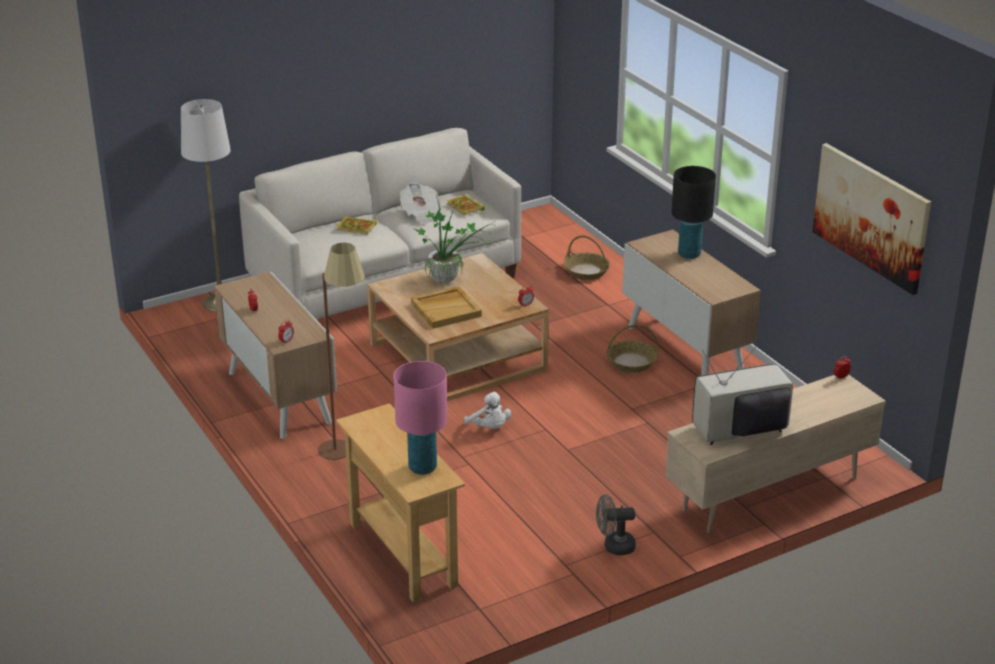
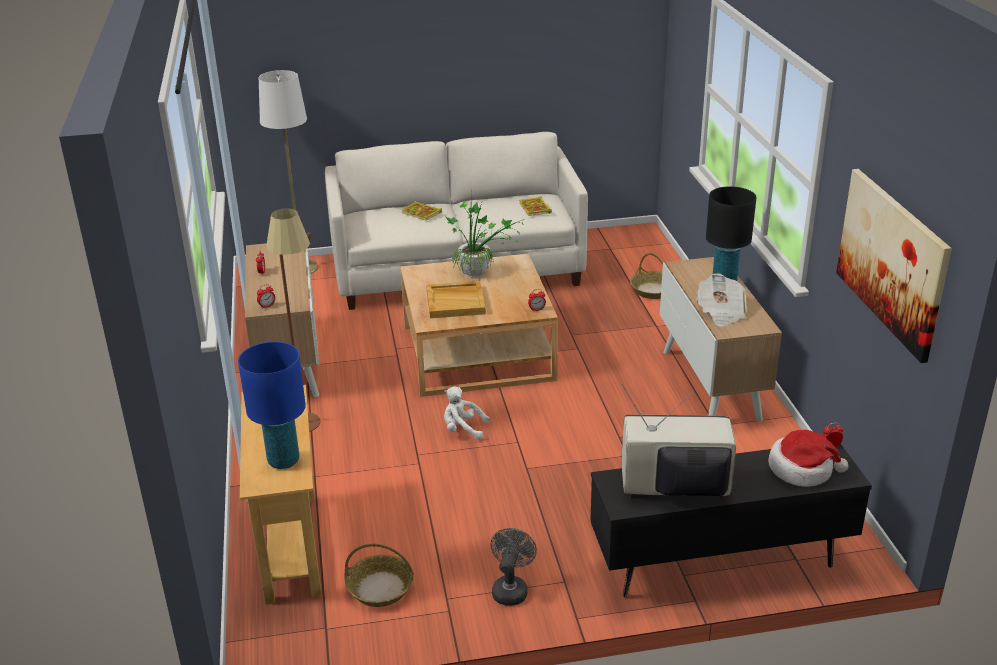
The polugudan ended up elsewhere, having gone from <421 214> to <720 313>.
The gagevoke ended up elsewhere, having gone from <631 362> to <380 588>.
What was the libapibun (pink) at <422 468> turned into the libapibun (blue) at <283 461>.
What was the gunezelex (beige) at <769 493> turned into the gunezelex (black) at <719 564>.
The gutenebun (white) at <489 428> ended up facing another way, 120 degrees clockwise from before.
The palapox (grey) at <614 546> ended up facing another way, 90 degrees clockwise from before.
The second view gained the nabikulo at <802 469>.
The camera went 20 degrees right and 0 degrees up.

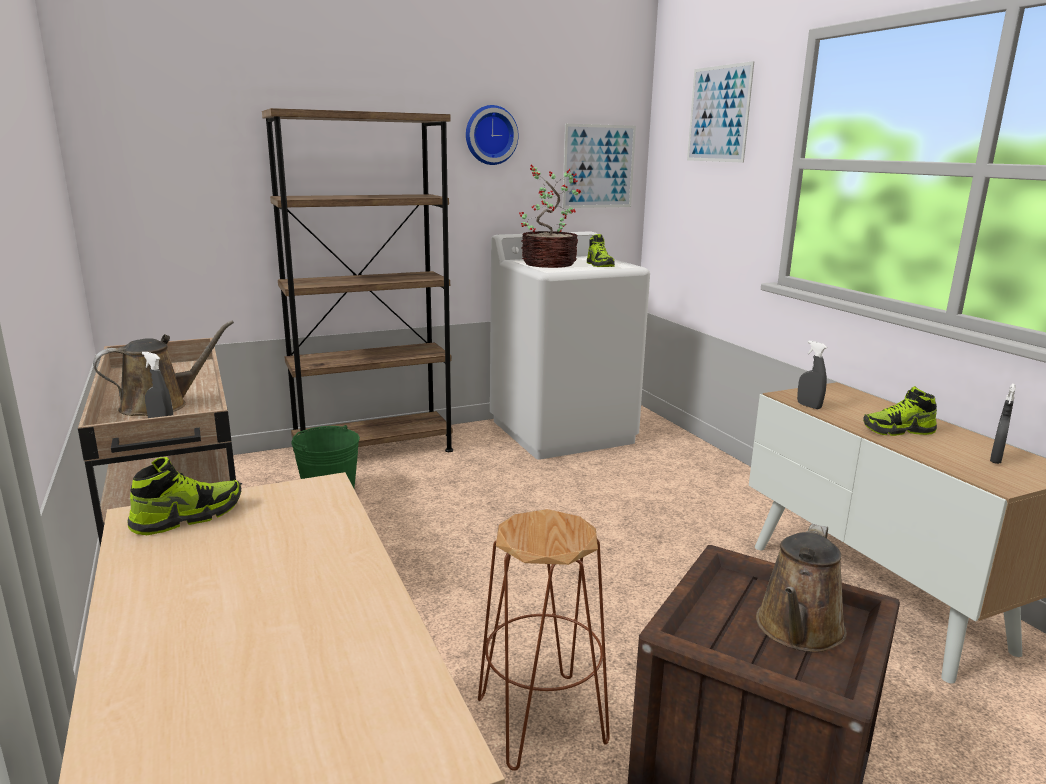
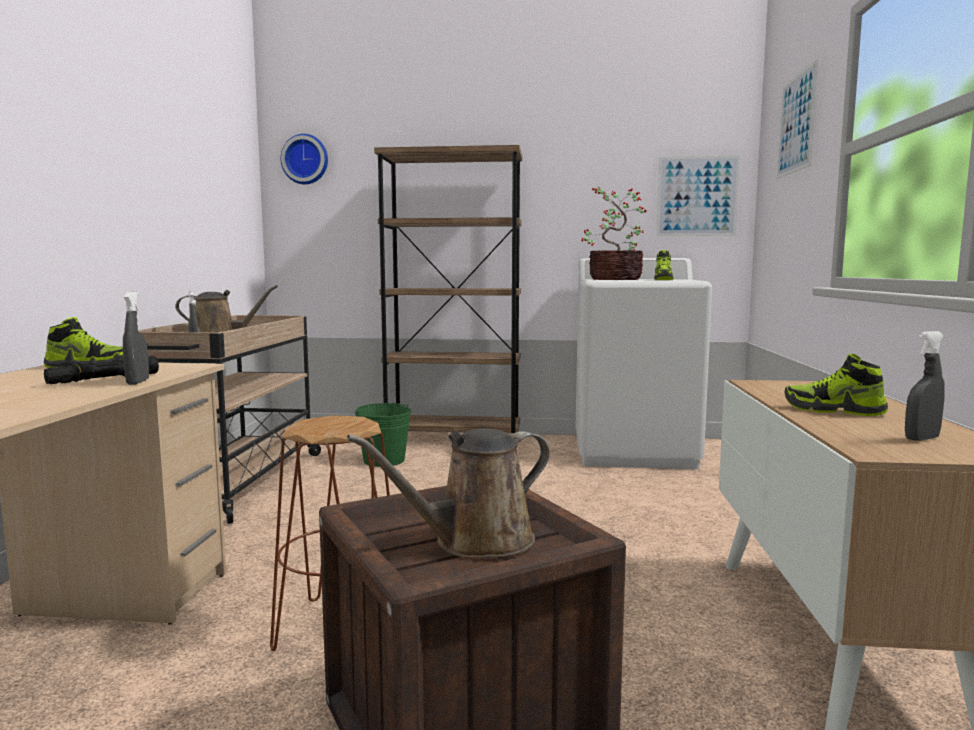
The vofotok ended up elsewhere, having gone from <490 135> to <305 159>.
The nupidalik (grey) ended up elsewhere, having gone from <809 406> to <138 382>.
The second view gained the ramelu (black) at <104 380>.
The camera went 30 degrees right and 10 degrees down.

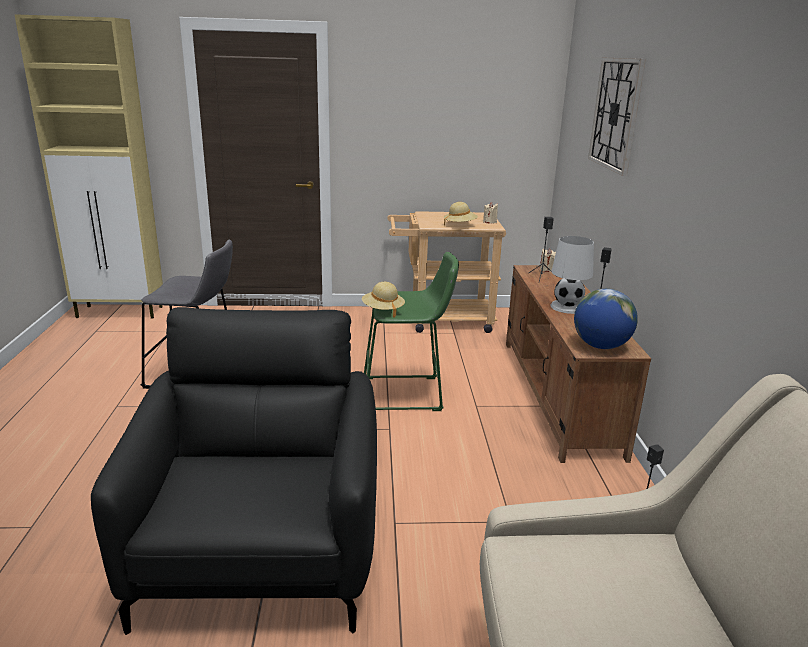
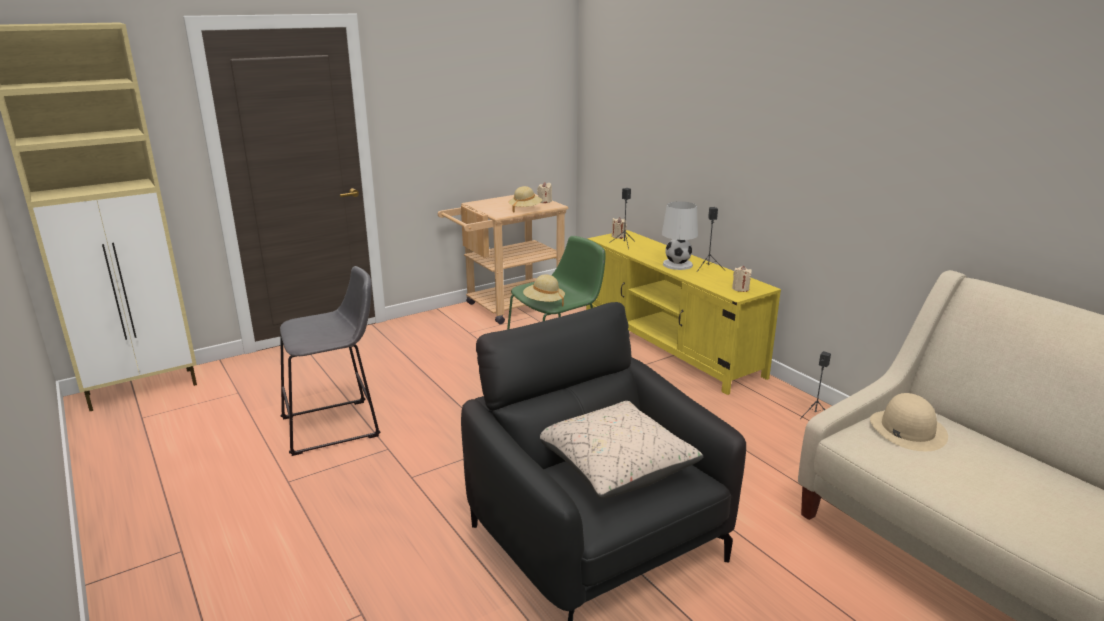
The second view lost the vofotok at <616 114>.
What was the gunezelex (brown) at <558 394> turned into the gunezelex (yellow) at <669 344>.
Where the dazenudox stood at <601 346>, the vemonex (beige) came to stand at <740 289>.
The second view gained the nabikulo (beige) at <907 429>.
The second view gained the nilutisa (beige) at <614 466>.
The camera went 30 degrees left and 0 degrees up.

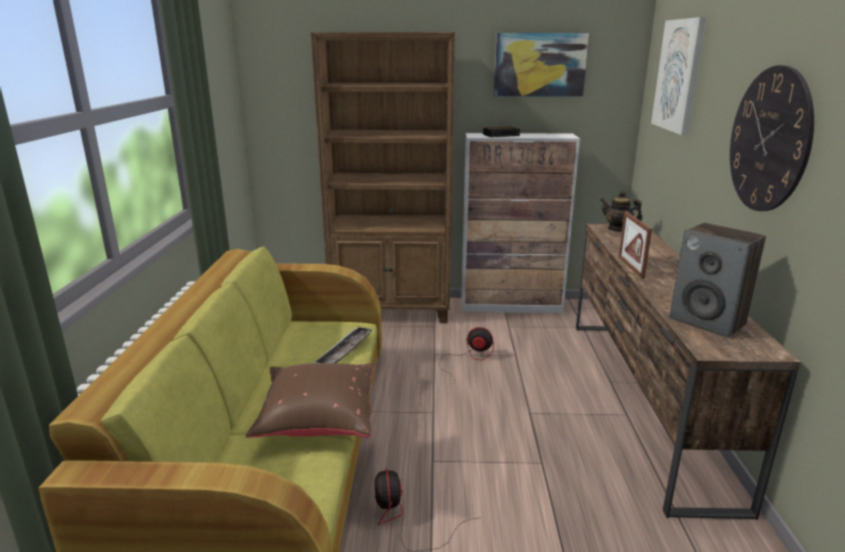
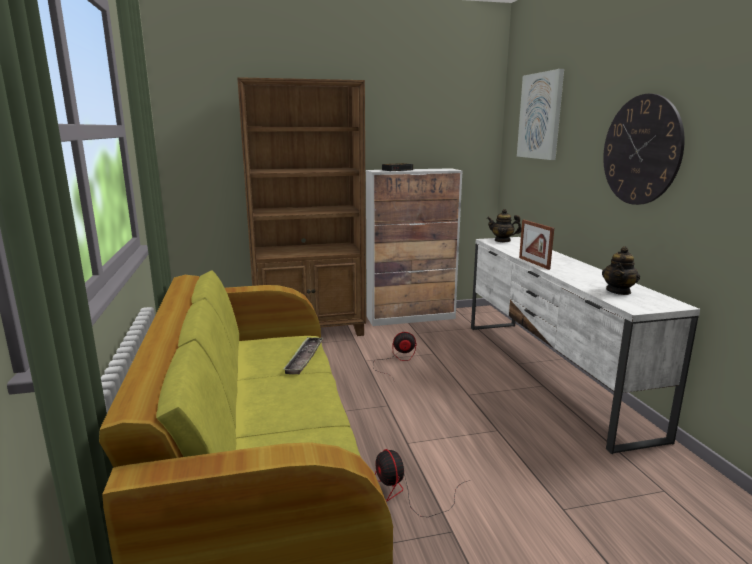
The second view lost the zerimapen at <539 65>.
Where the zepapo stood at <708 321>, the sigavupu came to stand at <618 291>.
What was the gunezelex (brown) at <643 400> turned into the gunezelex (white) at <549 373>.
The second view lost the nilutisa (brown) at <317 419>.
The camera went 15 degrees left and 5 degrees down.

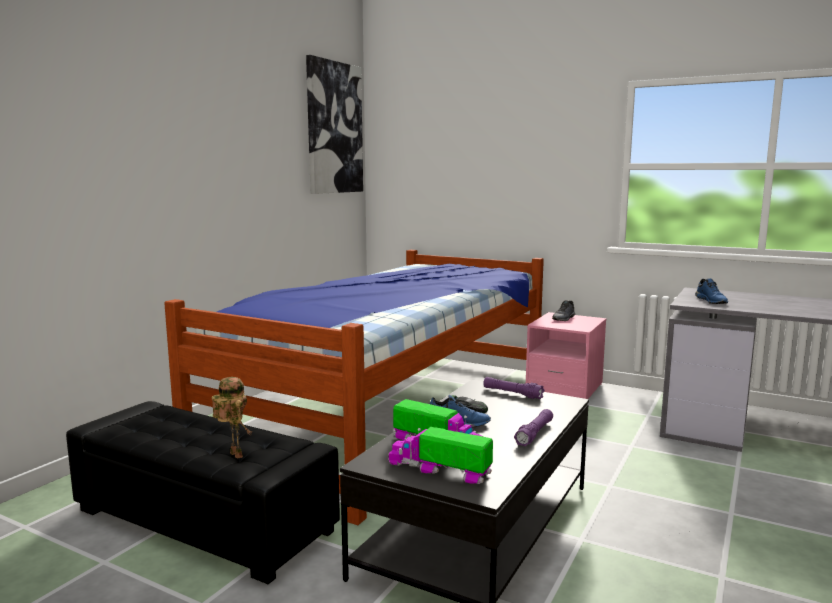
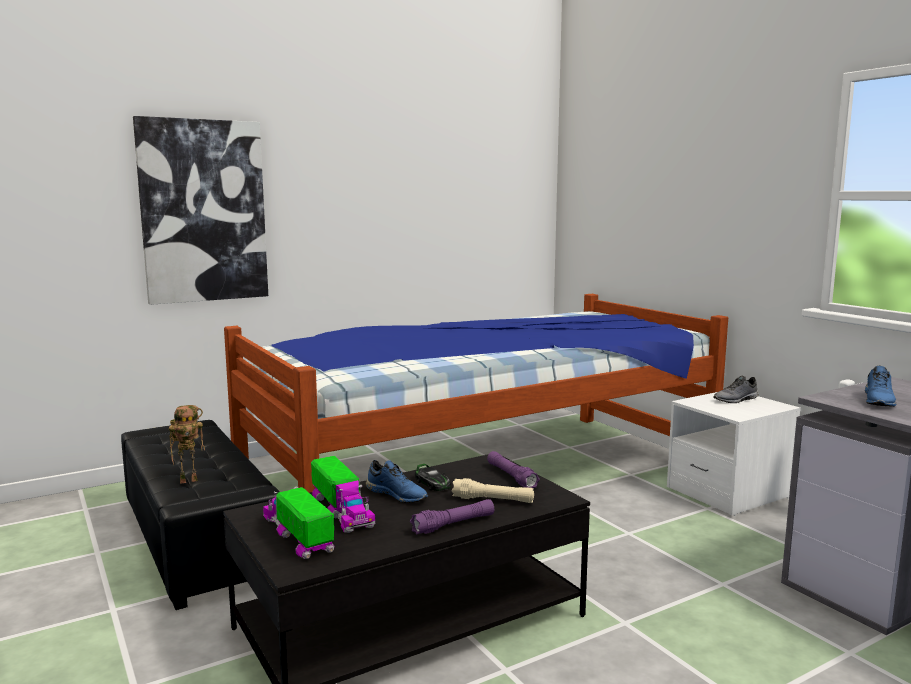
The zerimapen ended up elsewhere, having gone from <334 128> to <203 211>.
What was the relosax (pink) at <564 388> turned into the relosax (white) at <728 492>.
The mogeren at <233 455> ended up facing another way, 75 degrees clockwise from before.
The second view gained the ramelu (beige) at <493 500>.
The camera went 30 degrees right and 0 degrees up.

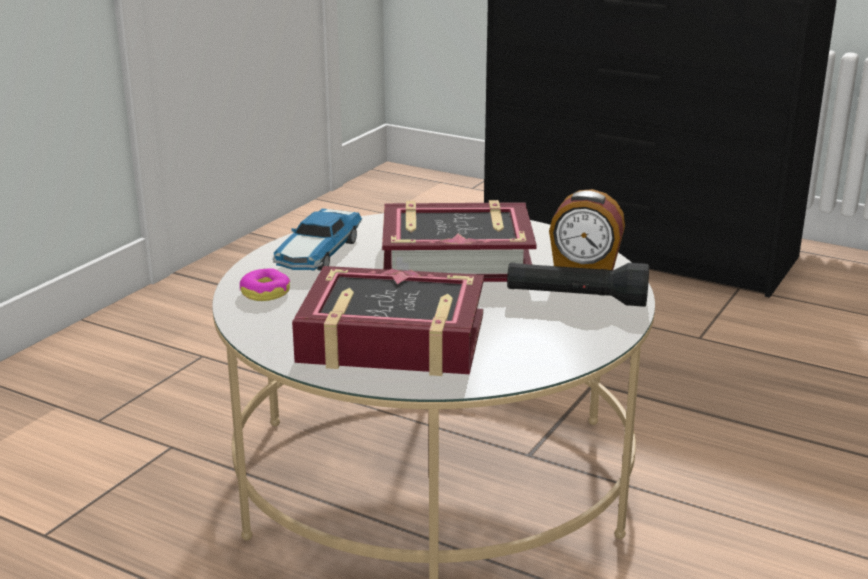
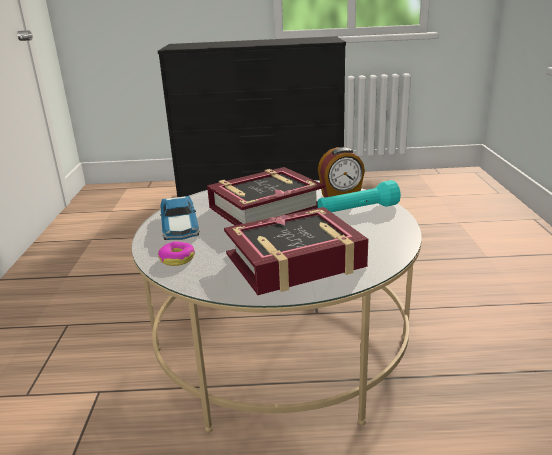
What was the ramelu (black) at <576 299> turned into the ramelu (turquoise) at <357 211>.
The camera went 30 degrees left and 0 degrees up.

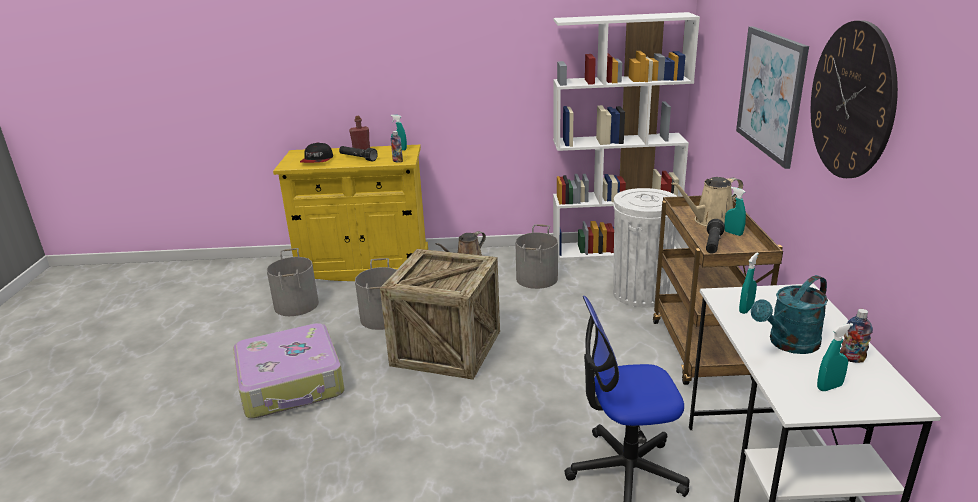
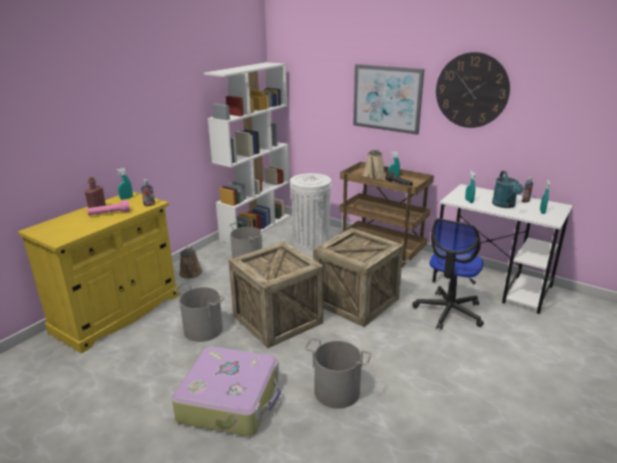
The second view lost the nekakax at <317 160>.
What was the ramelu (black) at <358 158> turned into the ramelu (pink) at <109 214>.
The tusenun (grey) ended up elsewhere, having gone from <297 305> to <337 391>.
The second view gained the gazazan at <356 301>.
The camera went 55 degrees left and 0 degrees up.

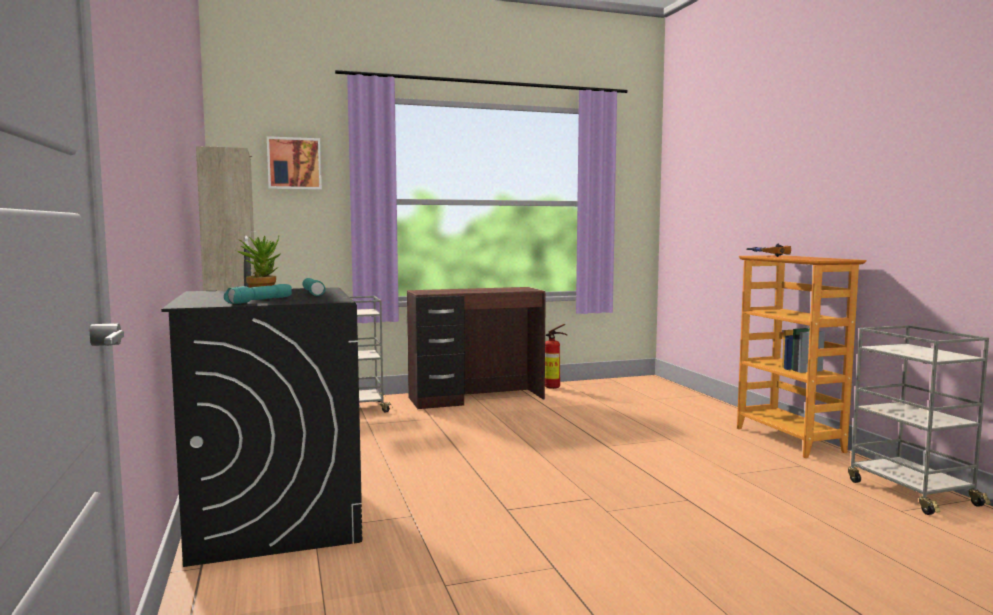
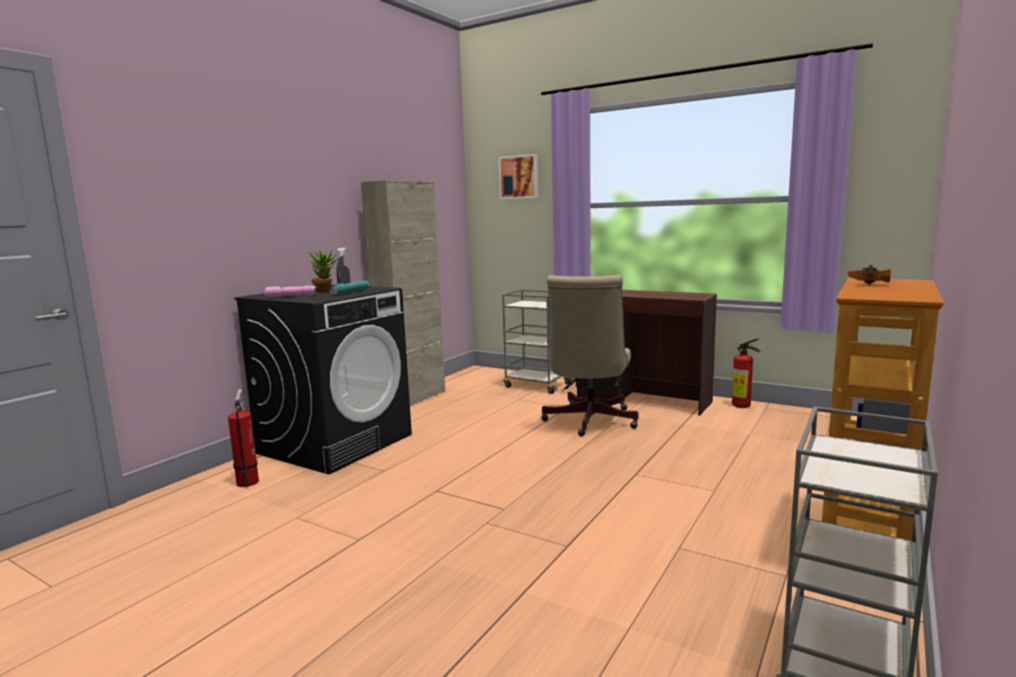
What was the ramelu (turquoise) at <260 301> turned into the ramelu (pink) at <290 296>.
The second view gained the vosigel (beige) at <588 422>.
The second view gained the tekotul at <248 481>.
The camera went 50 degrees right and 5 degrees up.

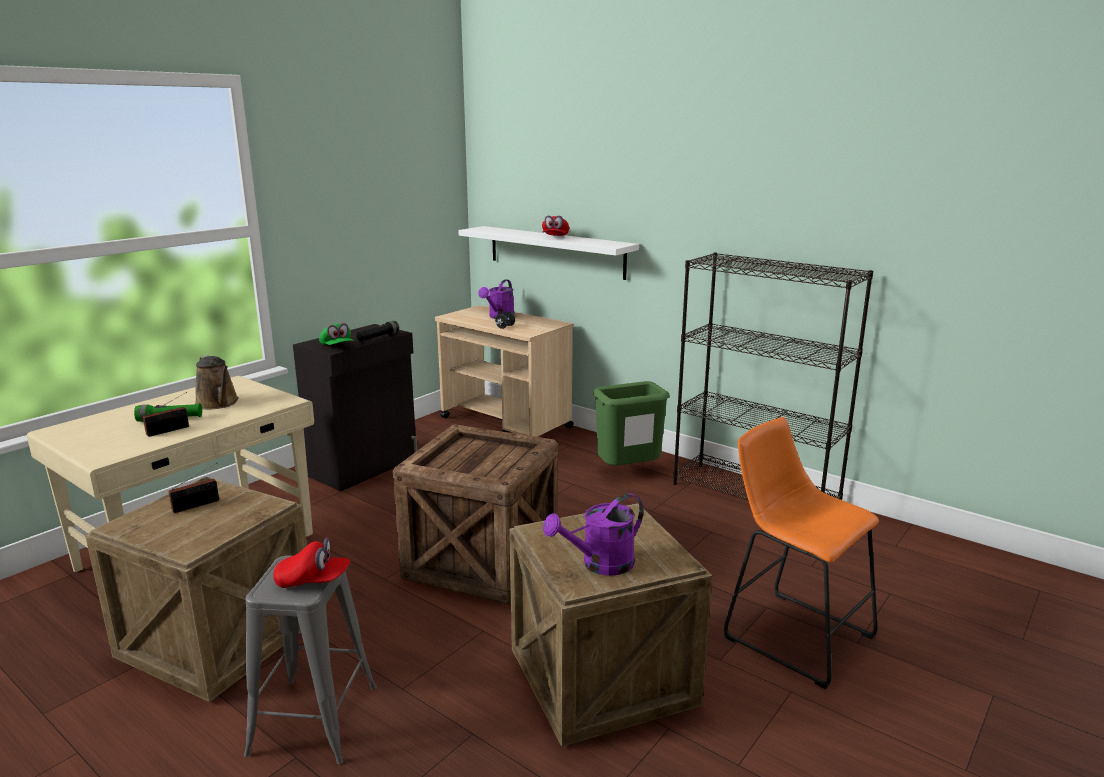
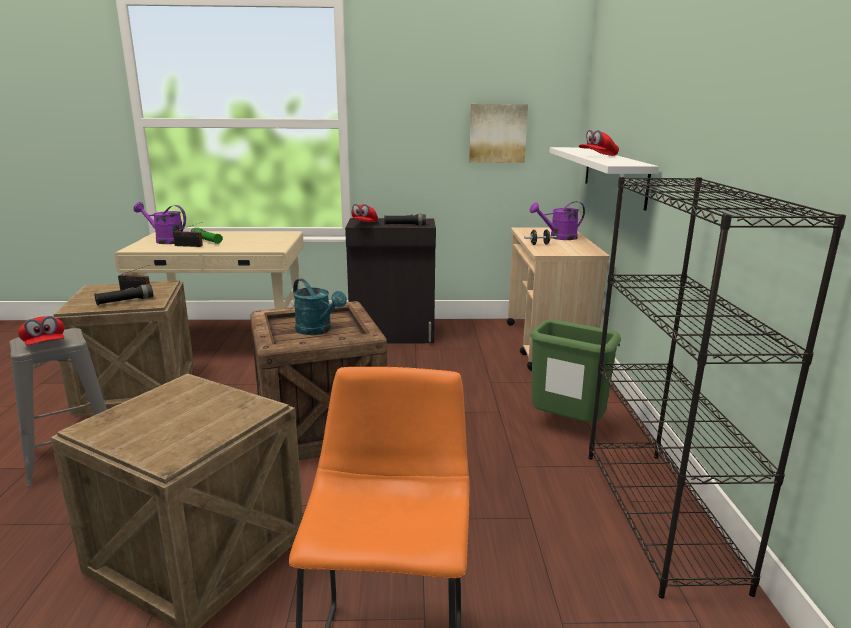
What was the nekakax (green) at <337 347> turned into the nekakax (red) at <363 224>.
The second view lost the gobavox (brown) at <218 403>.
The gobavox (purple) ended up elsewhere, having gone from <600 565> to <165 241>.
The second view gained the zerimapen at <497 133>.
The second view gained the gobavox (turquoise) at <318 330>.
The second view gained the ramelu (black) at <125 301>.
The camera went 50 degrees right and 0 degrees up.

